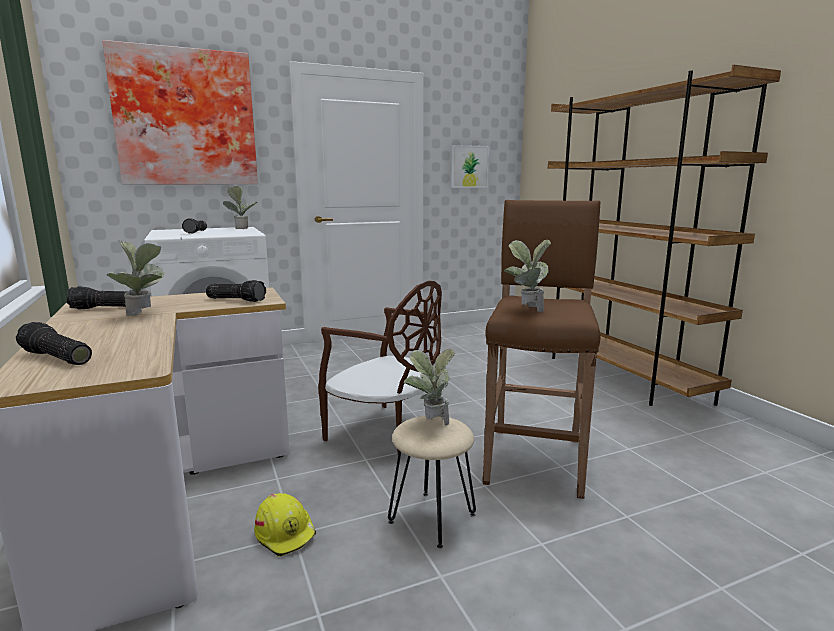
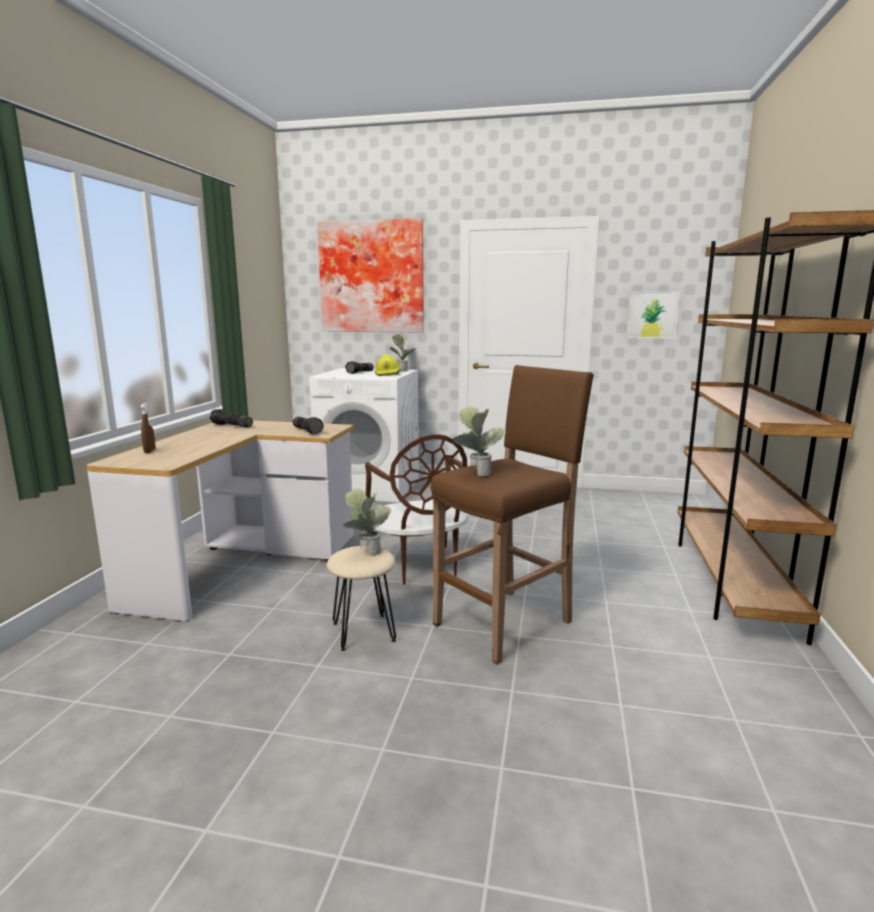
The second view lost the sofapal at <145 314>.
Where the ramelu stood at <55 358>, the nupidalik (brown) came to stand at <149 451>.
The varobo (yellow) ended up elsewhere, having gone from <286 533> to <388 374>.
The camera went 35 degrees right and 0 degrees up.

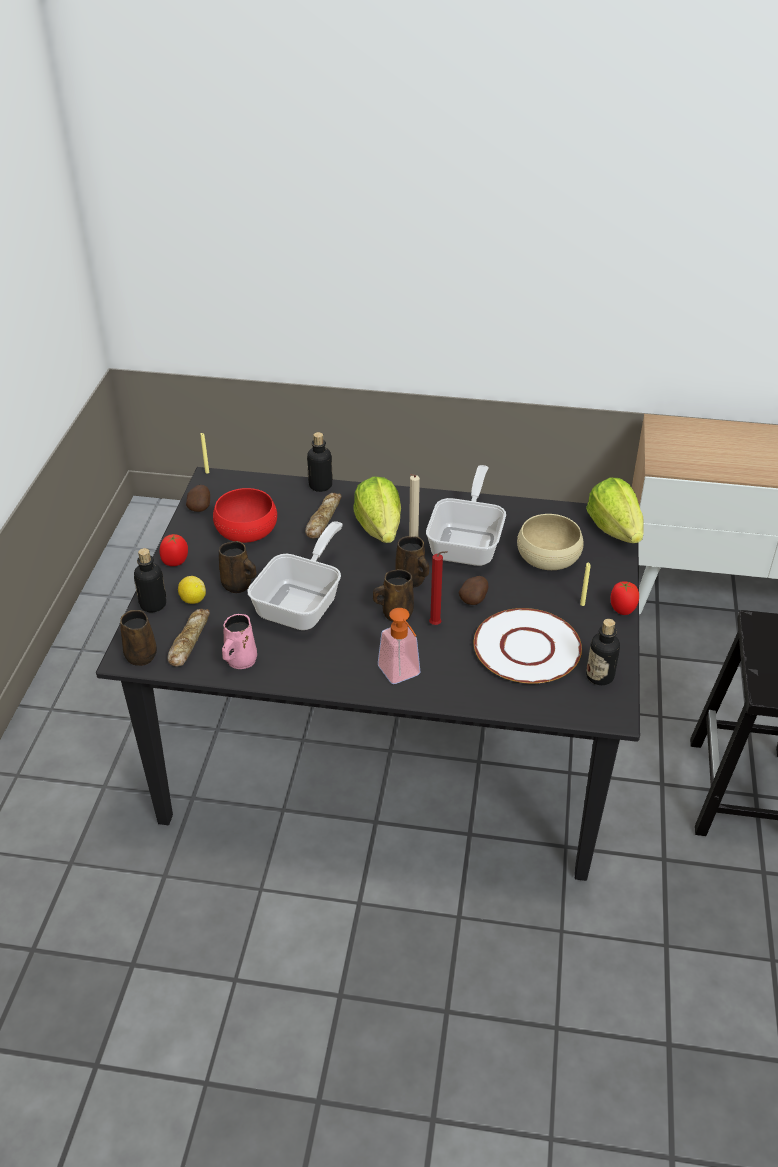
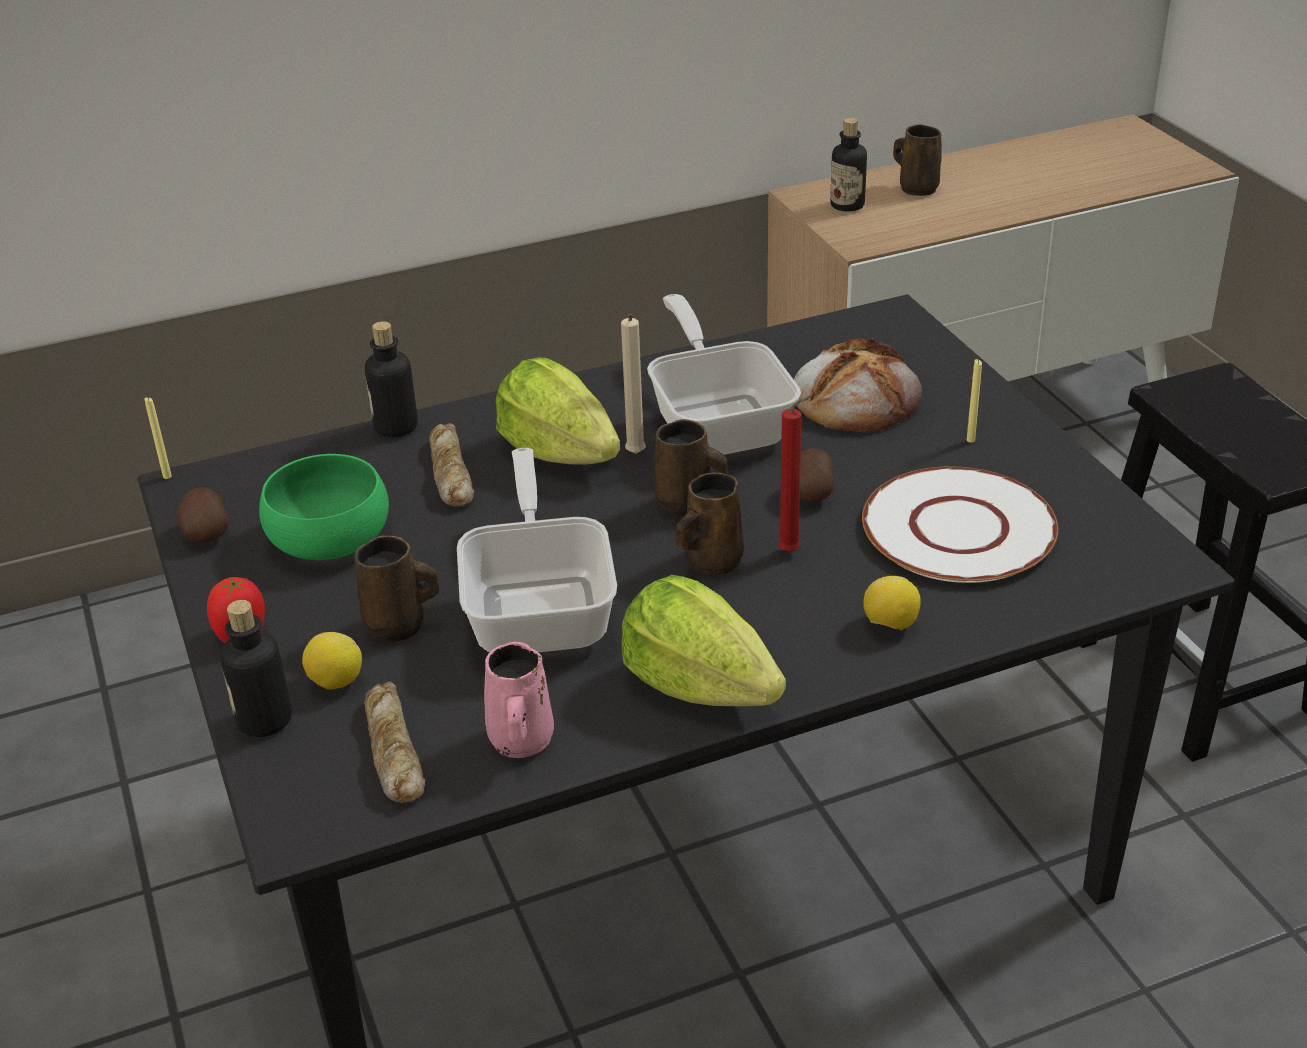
The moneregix ended up elsewhere, having gone from <615 529> to <699 686>.
What was the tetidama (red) at <246 530> turned into the tetidama (green) at <330 537>.
Where the tetidama (beige) stood at <548 557>, the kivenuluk came to stand at <856 398>.
The second view lost the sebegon at <622 609>.
The second view lost the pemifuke at <402 675>.
The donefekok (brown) ended up elsewhere, having gone from <141 654> to <916 188>.
The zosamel ended up elsewhere, having gone from <600 676> to <847 205>.
The second view gained the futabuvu at <890 625>.
The camera went 30 degrees left and 5 degrees down.

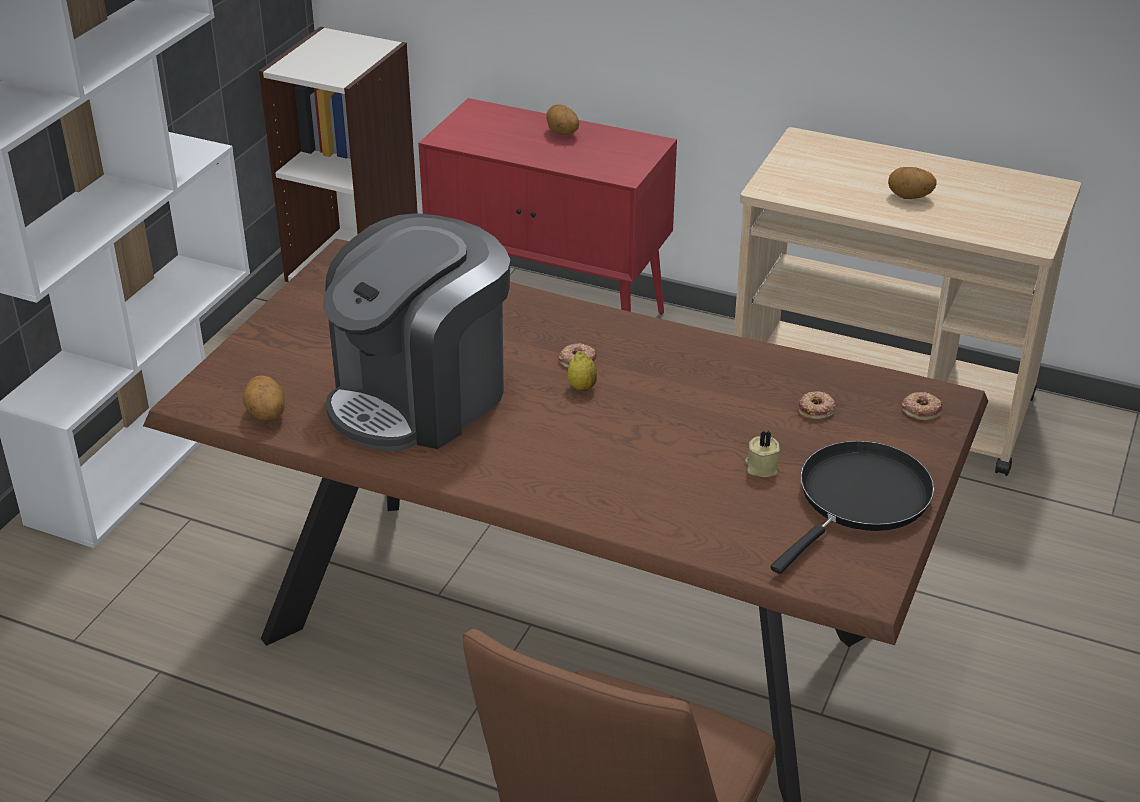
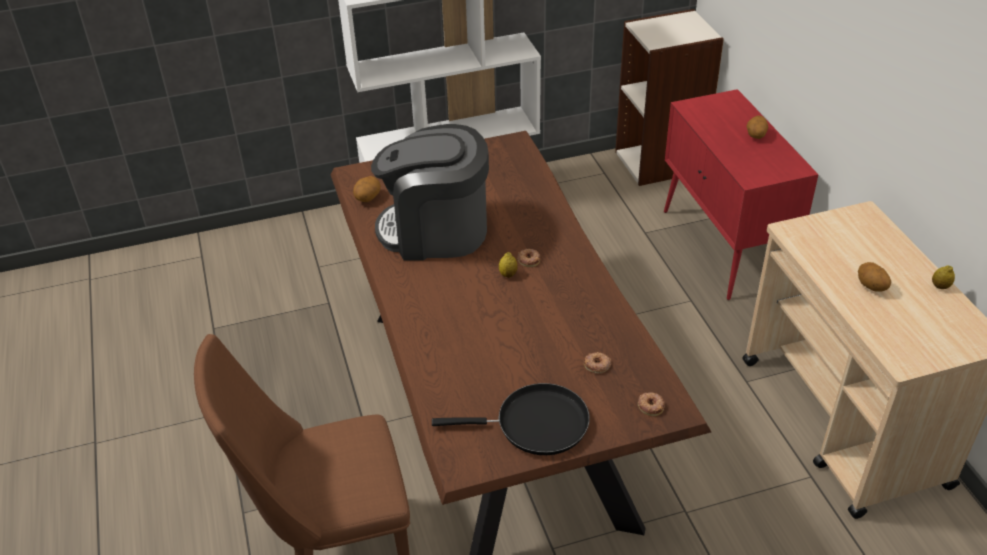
The second view lost the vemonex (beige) at <761 467>.
The second view gained the futabuvu at <940 286>.
The camera went 50 degrees right and 5 degrees up.

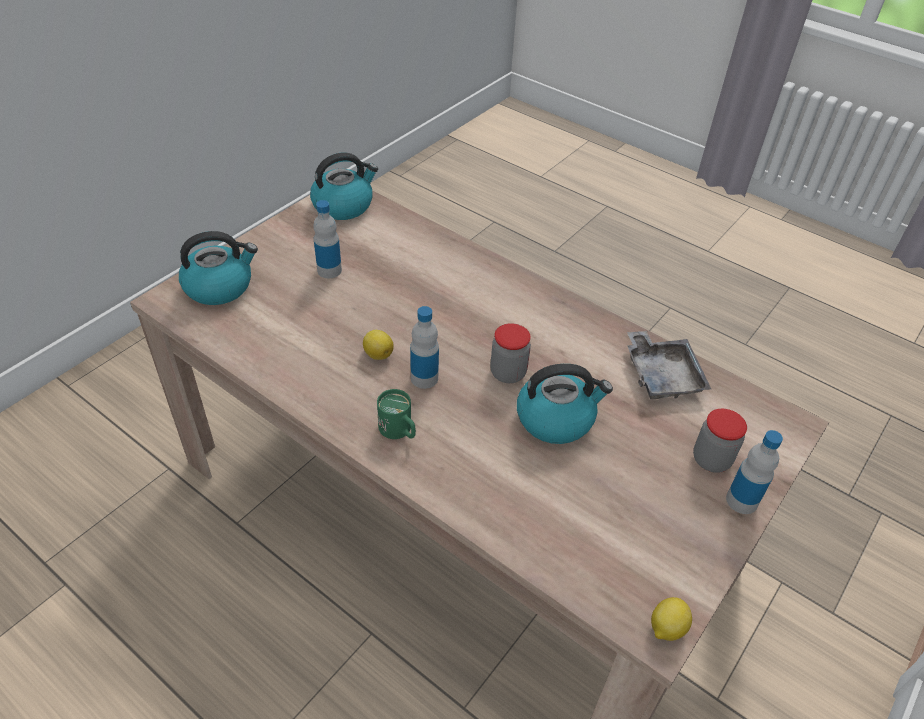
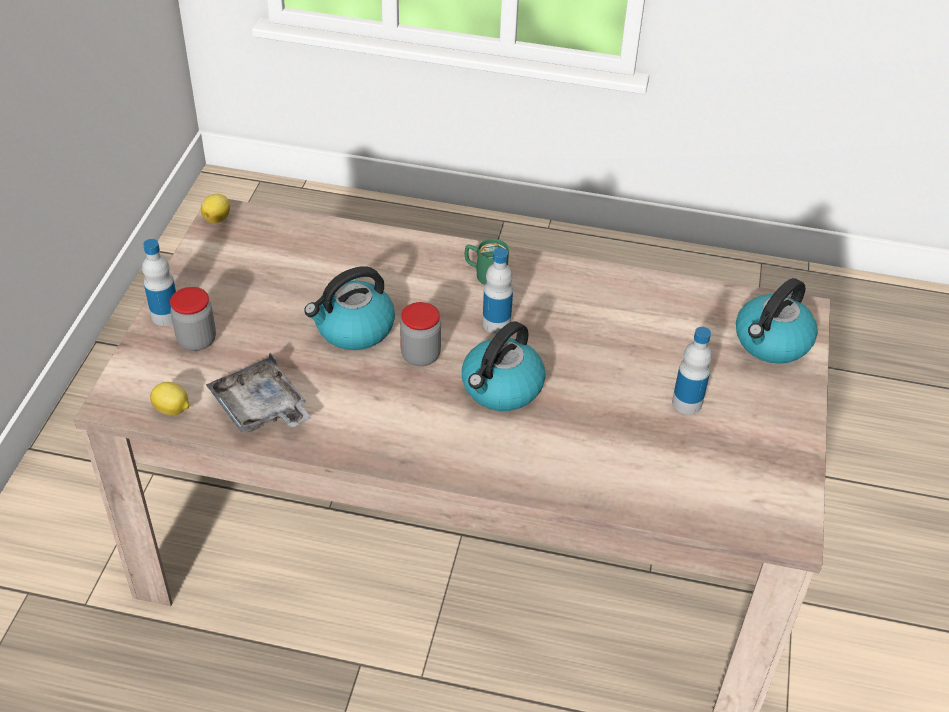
The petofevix ended up elsewhere, having gone from <343 205> to <501 388>.
The futabuvu ended up elsewhere, having gone from <378 354> to <172 410>.
The camera went 155 degrees right and 0 degrees up.

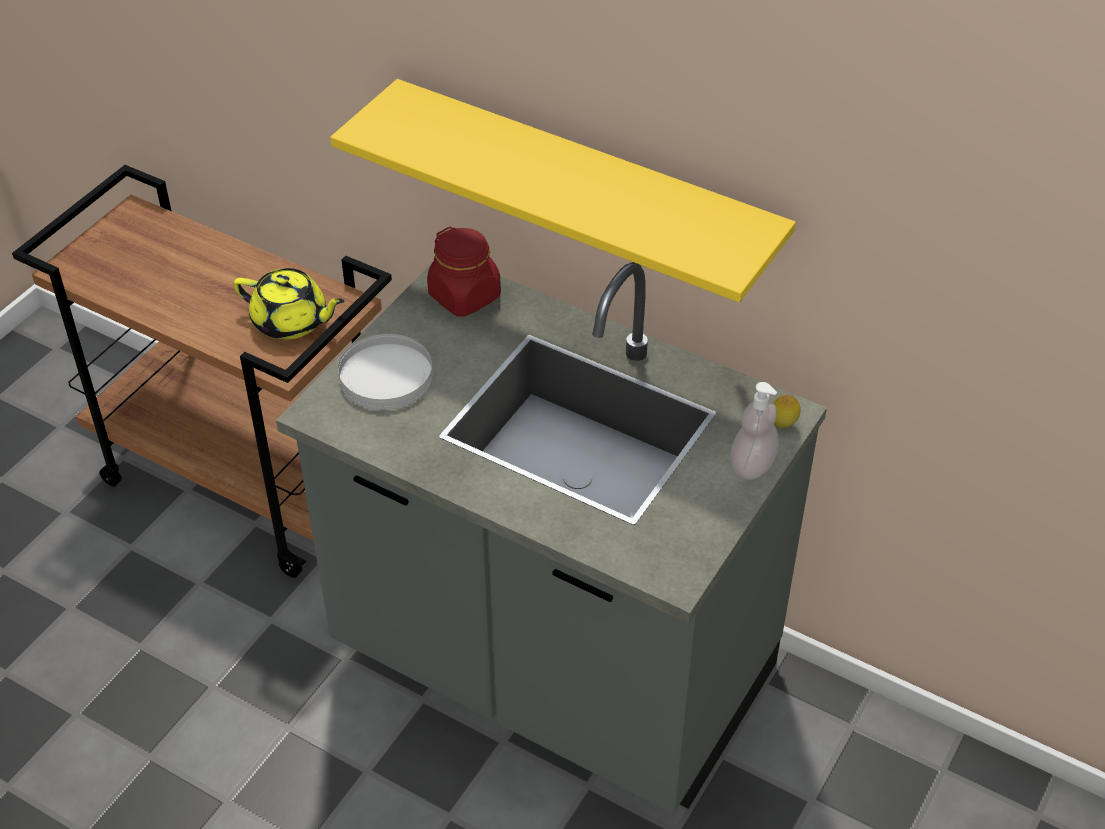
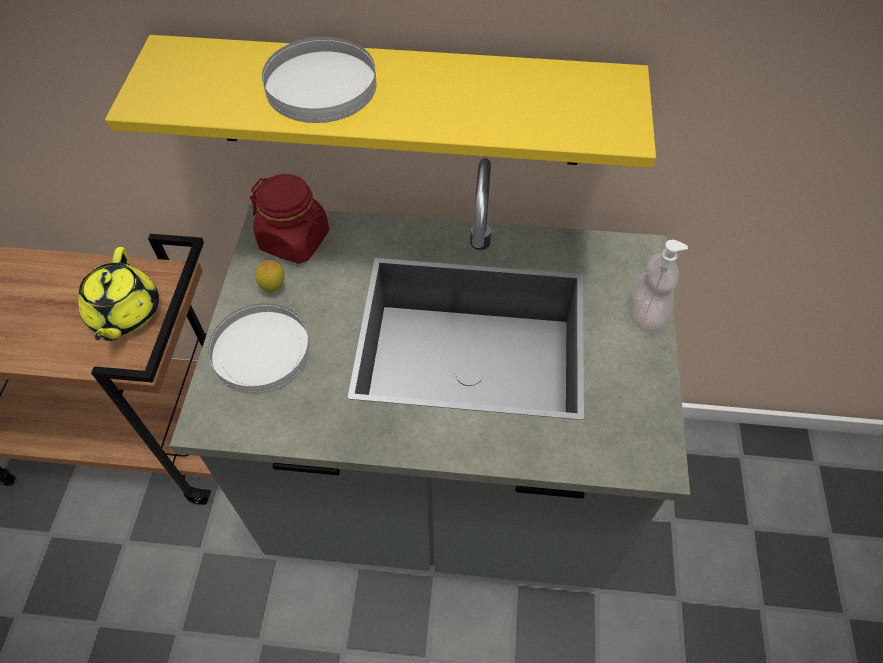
The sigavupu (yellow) at <291 322> ended up facing another way, 90 degrees clockwise from before.
The futabuvu ended up elsewhere, having gone from <783 425> to <273 288>.
The second view gained the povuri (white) at <320 85>.
The camera went 25 degrees left and 10 degrees up.

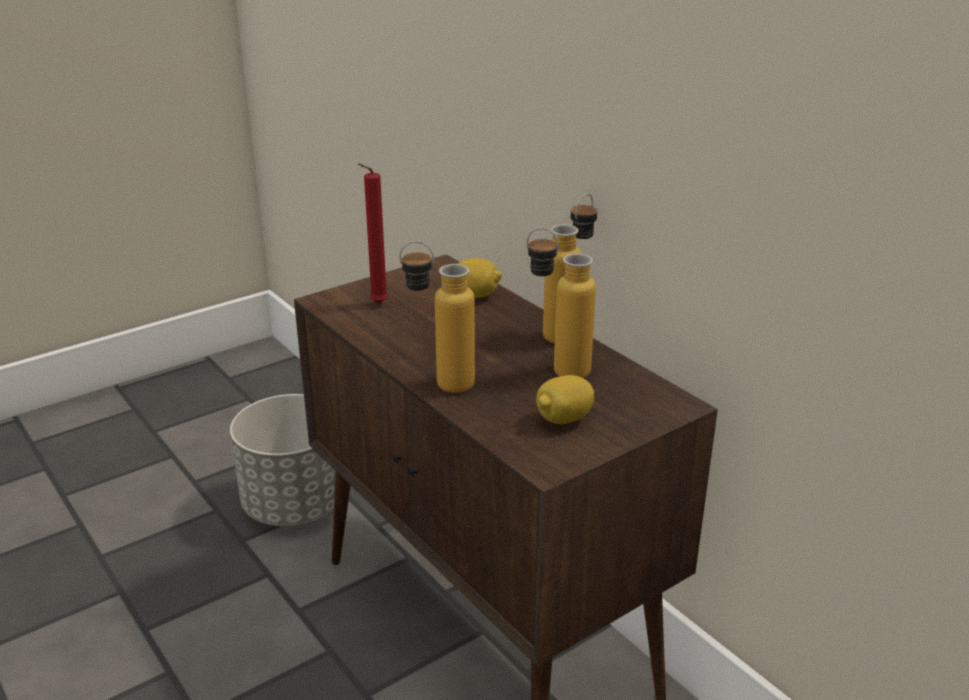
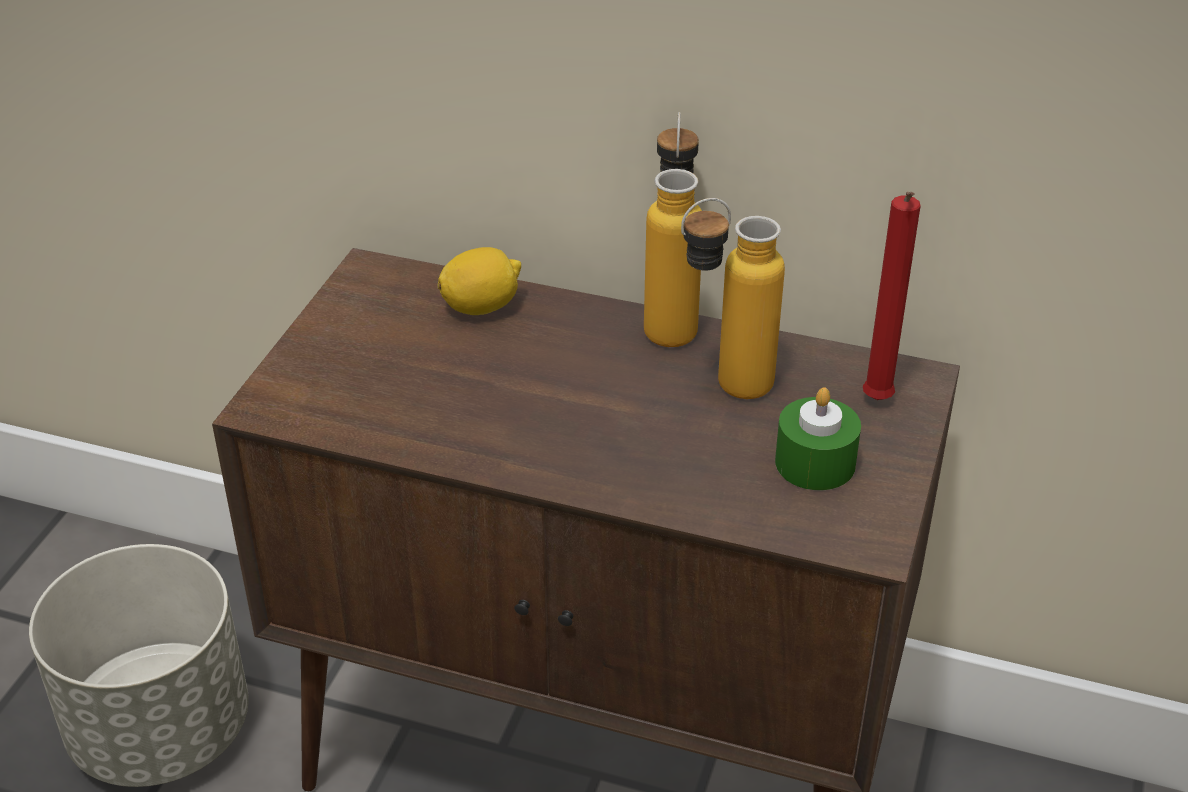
The vemonex (red) ended up elsewhere, having gone from <376 304> to <876 403>.
The second view lost the zosamel at <439 384>.
Where the futabuvu stood at <563 419>, the vemonex (green) came to stand at <815 463>.
The camera went 35 degrees left and 10 degrees up.

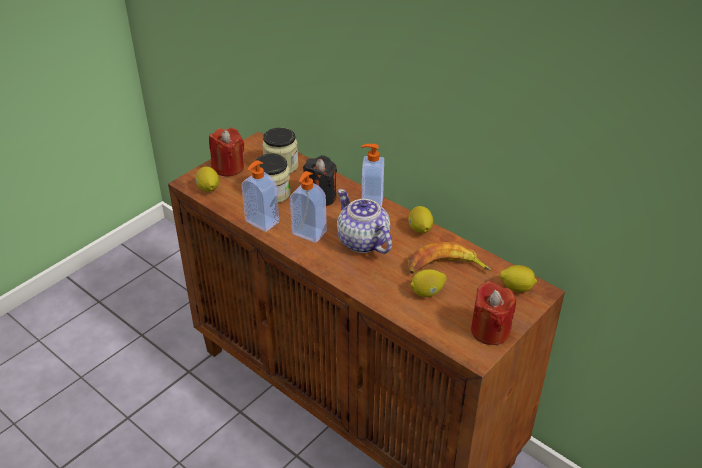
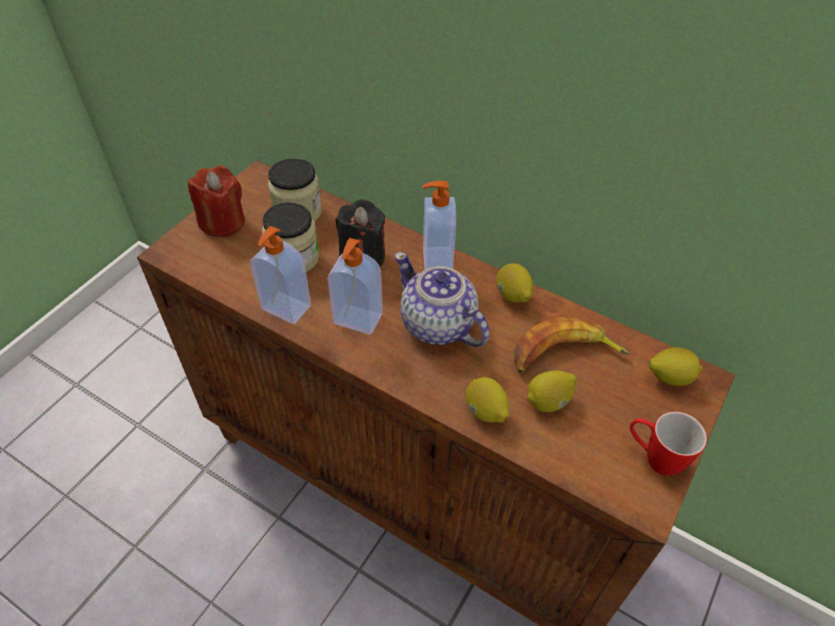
The futabuvu ended up elsewhere, having gone from <208 189> to <485 411>.
Where the vemonex (red) stood at <490 330>, the donefekok came to stand at <654 457>.
The camera went 10 degrees left and 10 degrees up.

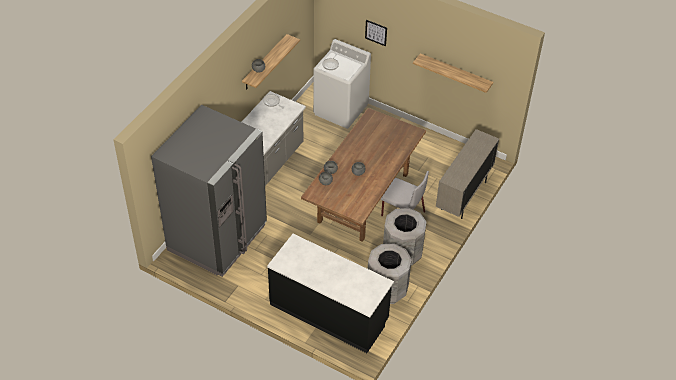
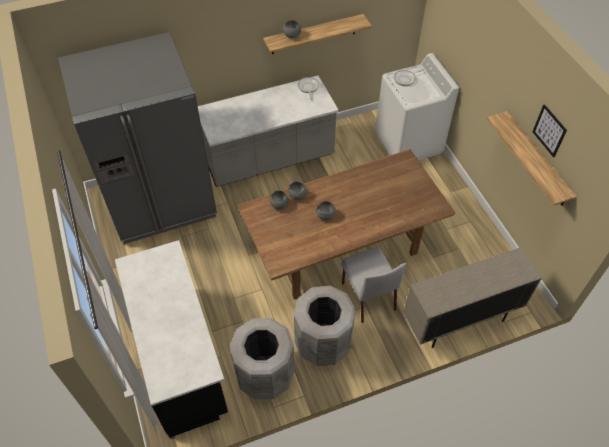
The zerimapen ended up elsewhere, having gone from <376 32> to <549 130>.
The camera went 40 degrees right and 5 degrees up.

